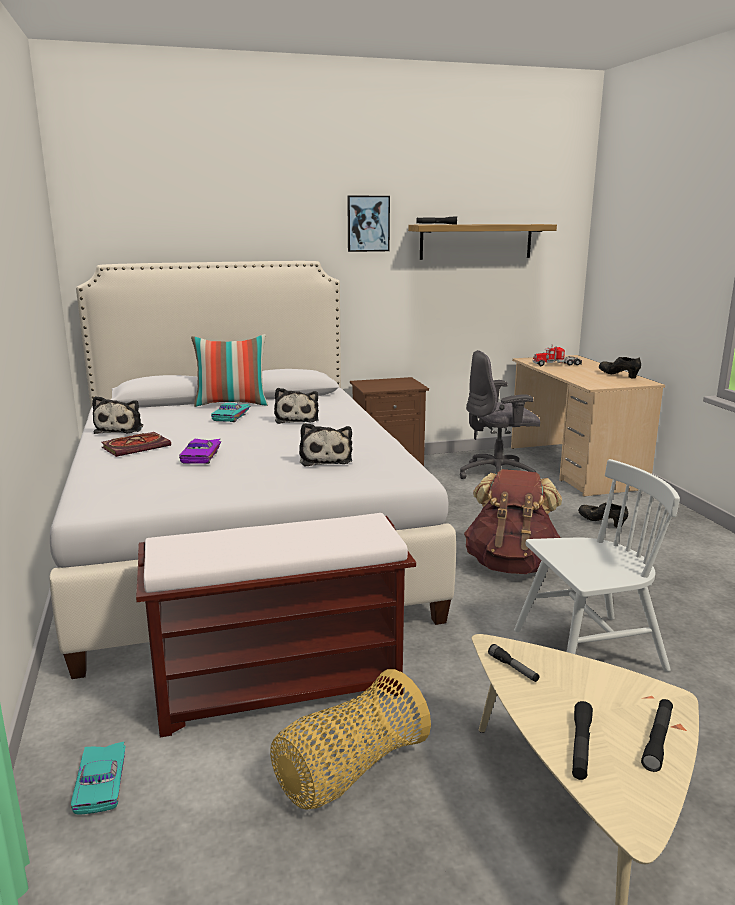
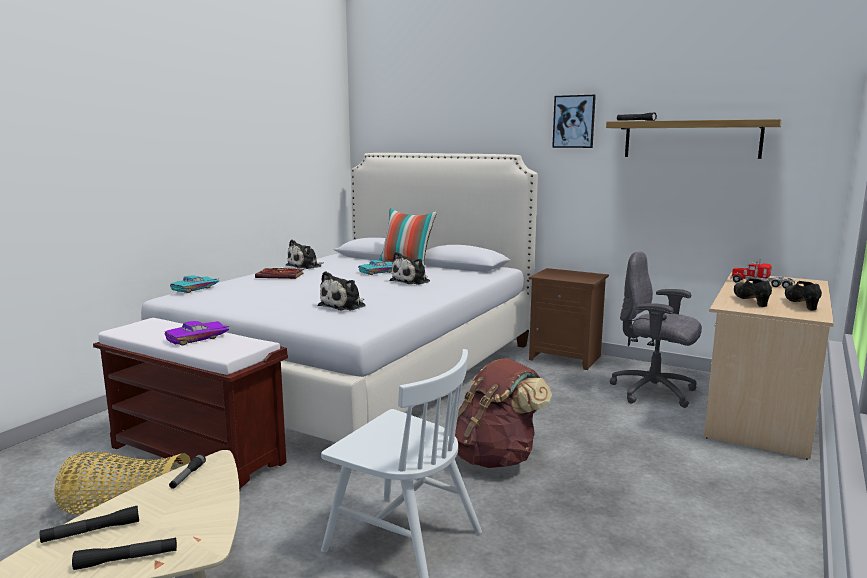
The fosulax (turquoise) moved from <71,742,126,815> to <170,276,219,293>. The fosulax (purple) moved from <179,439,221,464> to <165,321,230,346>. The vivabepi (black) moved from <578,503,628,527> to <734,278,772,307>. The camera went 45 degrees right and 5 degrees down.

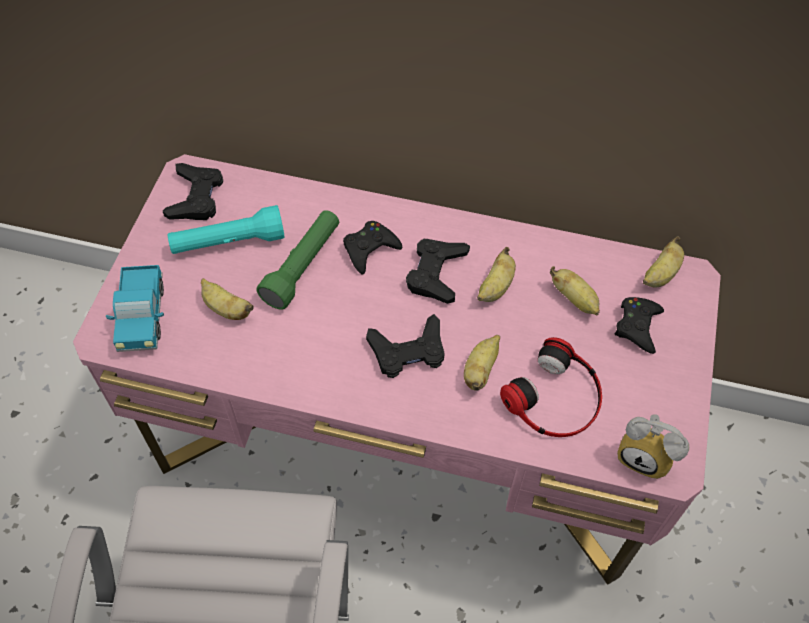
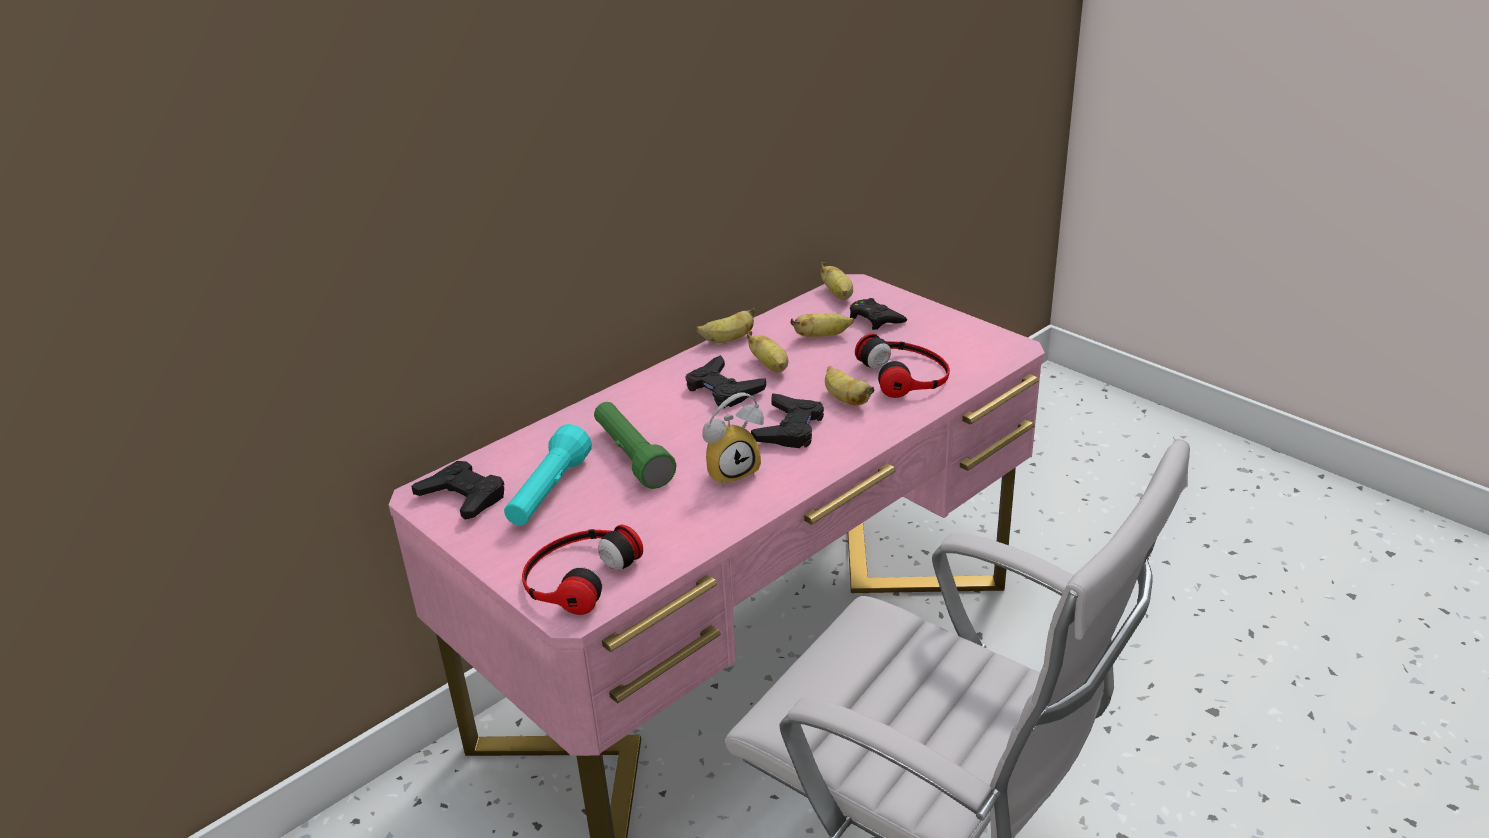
The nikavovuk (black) at <343,221,402,275> disappeared. The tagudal moved from <201,278,254,320> to <696,308,755,343>. The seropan moved from <617,414,689,479> to <702,393,764,487>. The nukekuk at <106,265,164,352> was replaced by the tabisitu at <522,525,643,615>. The camera went 55 degrees left and 25 degrees down.

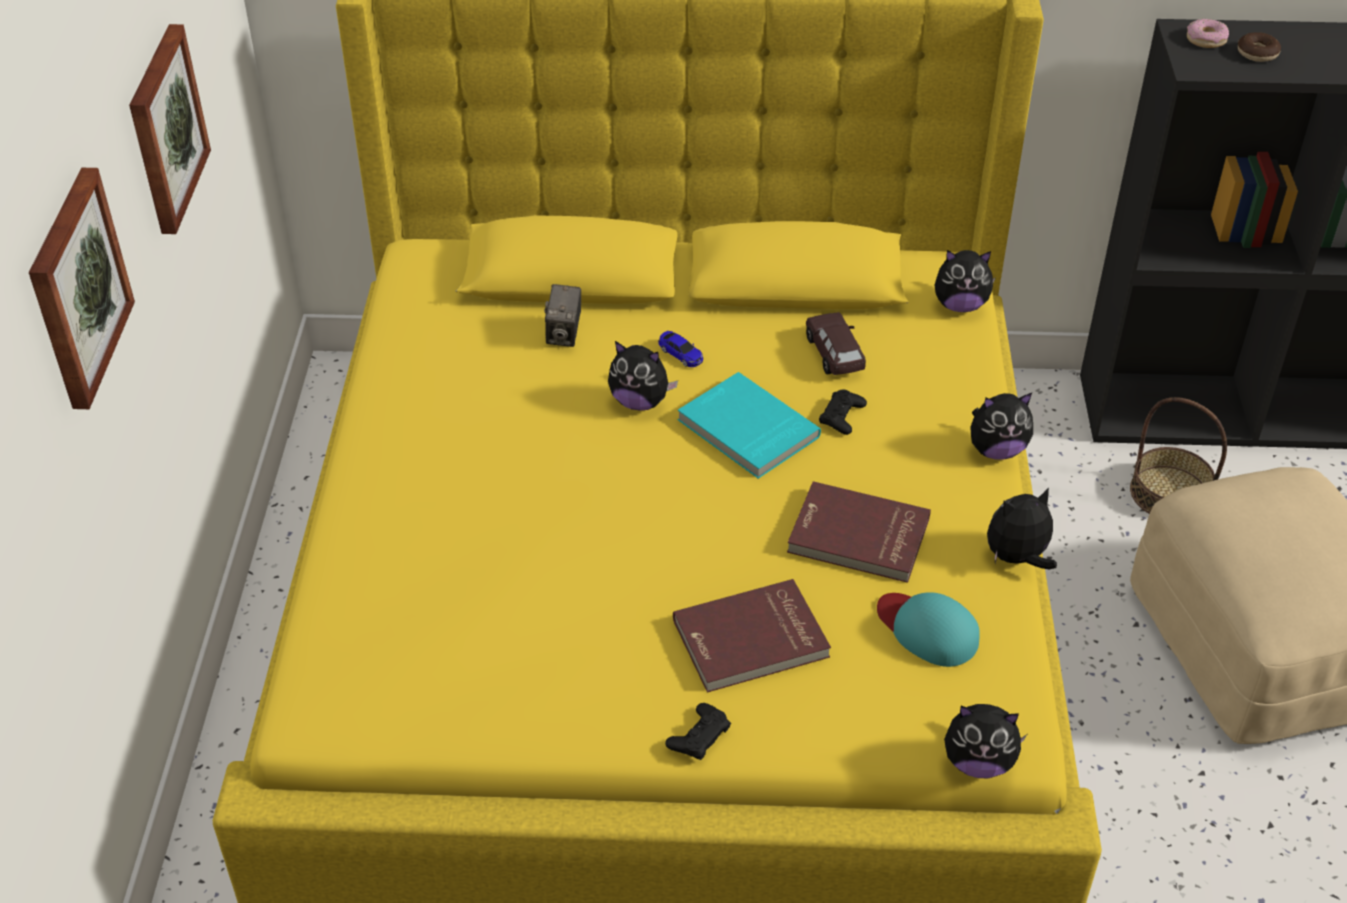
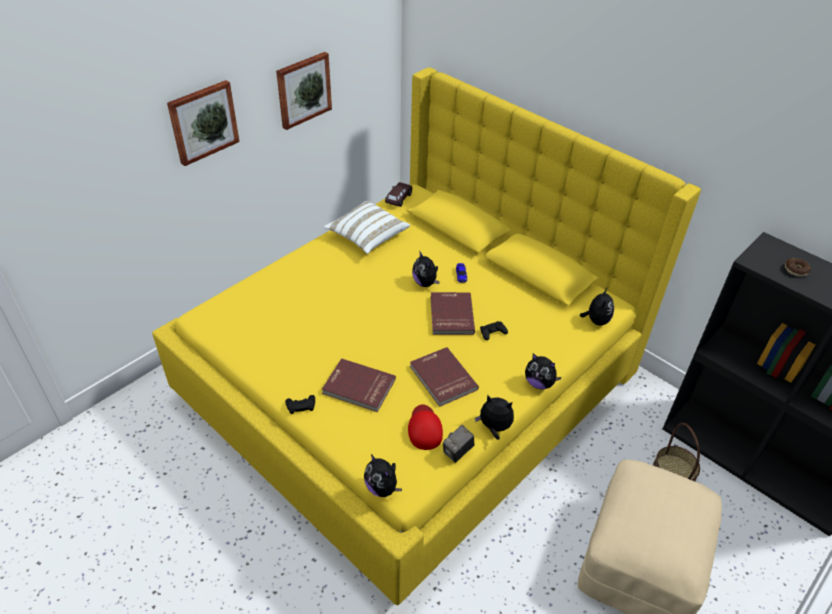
The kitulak at <1187,19,1229,48> disappeared. The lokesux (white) at <324,201,410,254> appeared. The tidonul moved from <544,284,581,347> to <443,425,474,463>. The fosulax (brown) moved from <806,312,866,375> to <385,182,413,207>. The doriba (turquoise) at <678,372,821,479> became the doriba (red) at <431,292,475,335>. The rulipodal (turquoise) at <877,592,980,667> became the rulipodal (red) at <408,404,443,450>. The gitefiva at <935,250,996,312> turned 120 degrees counterclockwise. The camera went 40 degrees right and 0 degrees up.

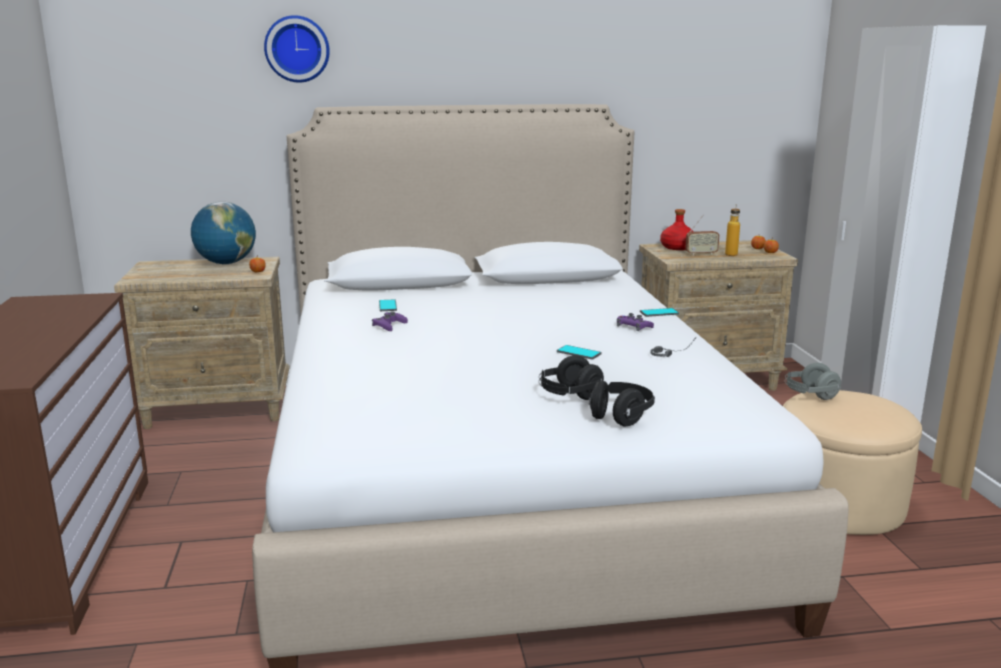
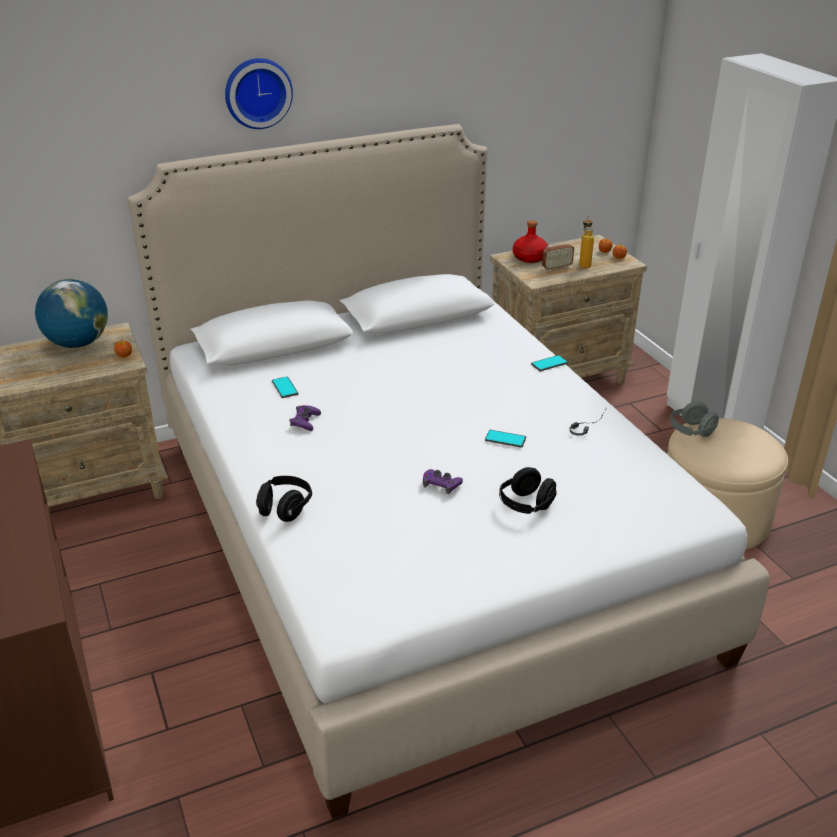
The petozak moved from <264,15,330,83> to <225,58,293,129>. The tabisitu (black) moved from <589,381,655,427> to <256,476,312,522>. The nikavovuk (purple) moved from <617,313,654,331> to <423,469,463,494>. The camera went 15 degrees left and 15 degrees up.

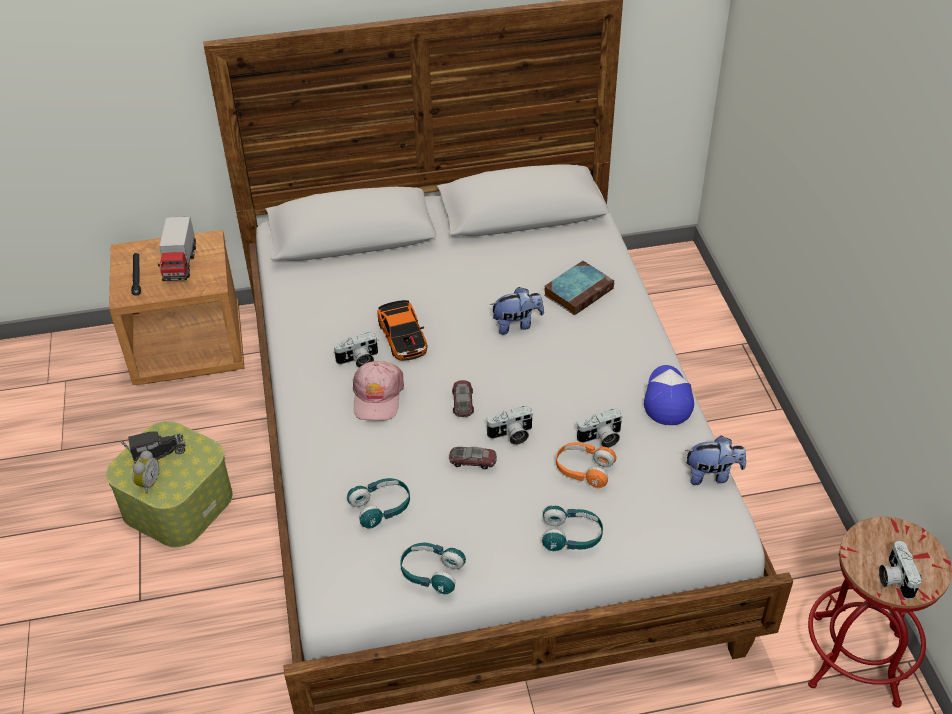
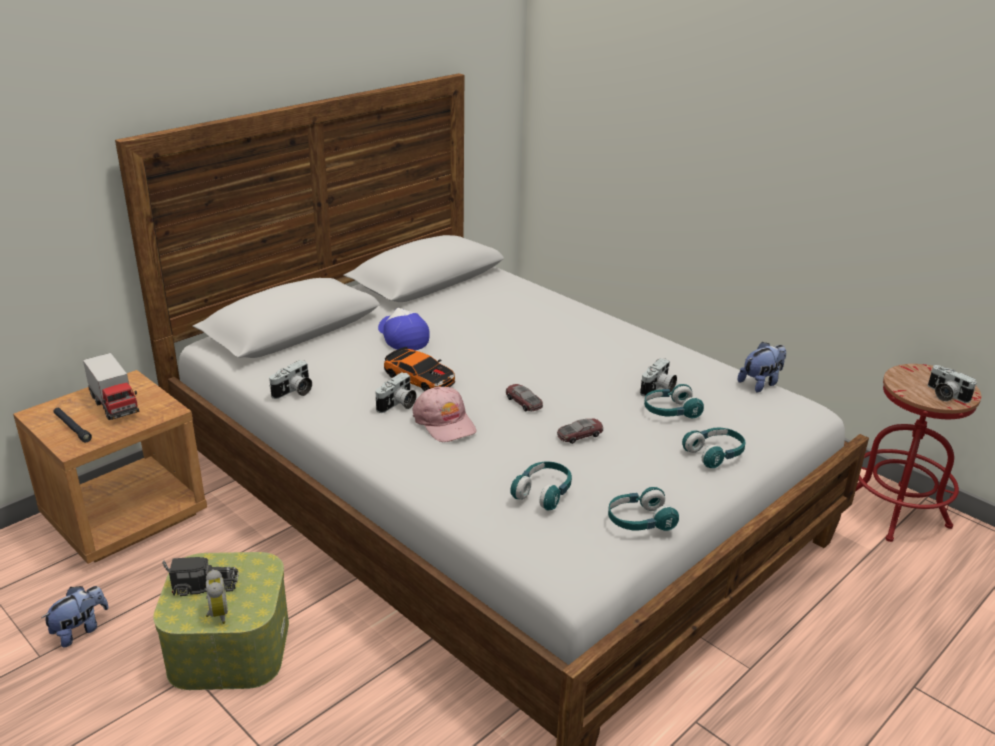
The doriba at <544,261,614,316> disappeared. The tidonul moved from <486,406,534,445> to <269,360,312,399>. The gitefiva moved from <490,287,544,335> to <41,586,109,647>. The rulipodal moved from <644,365,694,425> to <378,308,430,351>. The tabisitu (orange) at <556,442,617,488> became the tabisitu (turquoise) at <644,384,704,418>. The nukekuk at <121,431,186,463> turned 45 degrees clockwise. The camera went 35 degrees left and 15 degrees down.

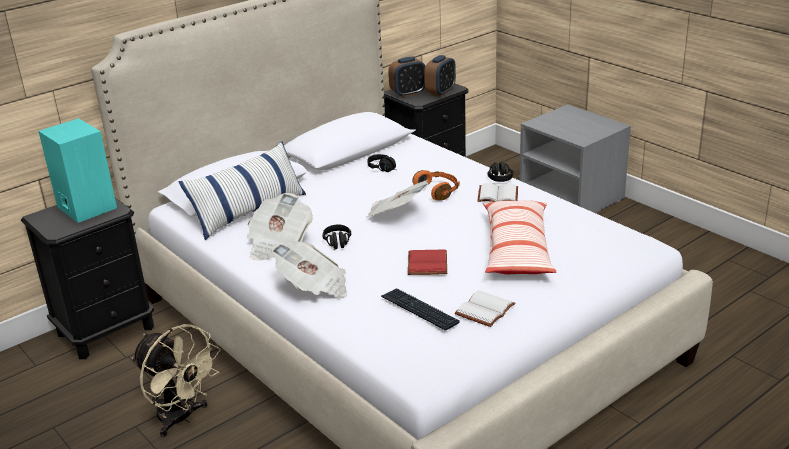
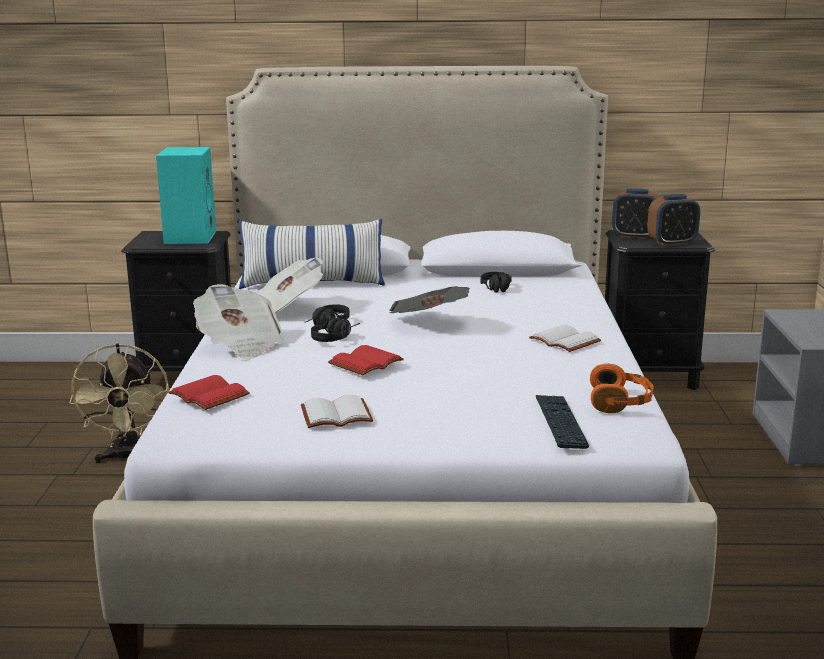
The lokesux at <483,200,556,274> disappeared. The doriba (red) at <168,375,250,410> appeared. The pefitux moved from <381,288,460,331> to <536,395,589,449>. The tabisitu (orange) moved from <413,170,460,201> to <590,364,653,413>. The tabisitu (black) moved from <488,161,513,182> to <311,318,360,342>. The camera went 40 degrees right and 10 degrees down.

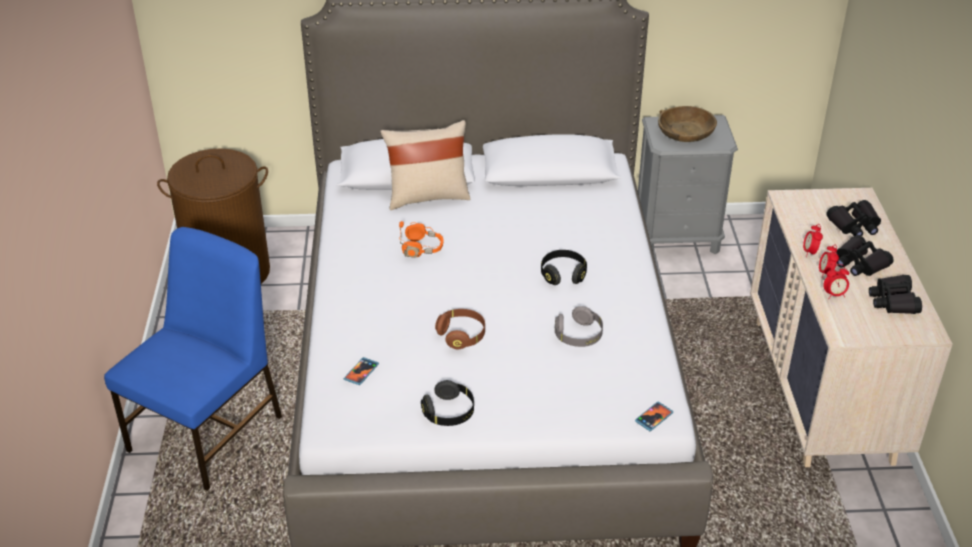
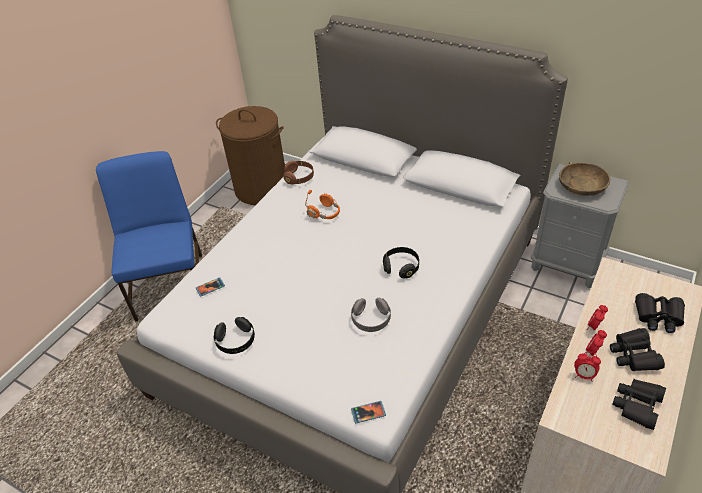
The lokesux (beige) at <380,120,470,210> disappeared. The tabisitu (brown) moved from <435,309,485,349> to <283,161,314,184>. The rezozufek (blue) at <104,227,282,491> turned 75 degrees counterclockwise. The camera went 35 degrees right and 5 degrees up.

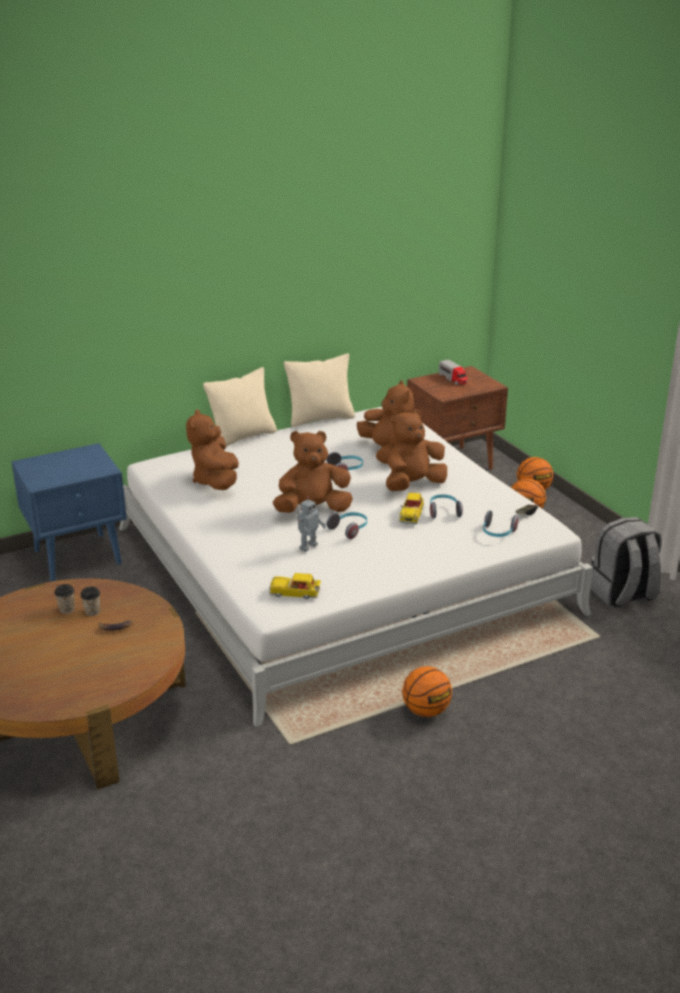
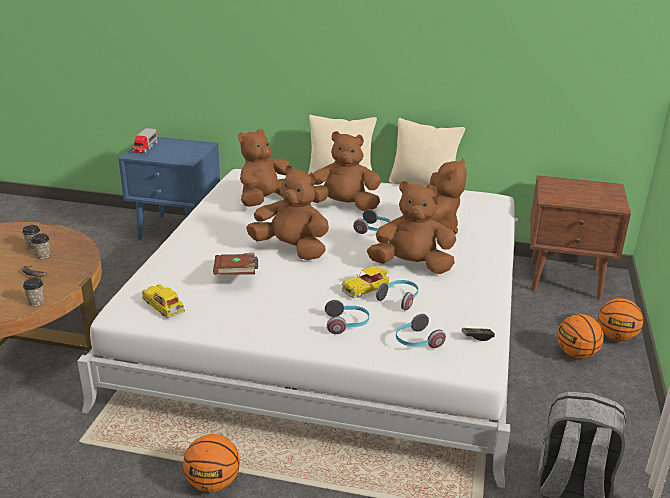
The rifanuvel at <23,277,44,306> appeared. The gitefiva (brown) at <312,131,381,211> appeared. The tabisitu moved from <327,512,367,539> to <325,300,369,334>. The nukekuk moved from <439,360,468,385> to <132,128,157,153>. The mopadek at <297,496,326,552> was replaced by the doriba (brown) at <213,253,258,275>. The camera went 40 degrees right and 0 degrees up.

